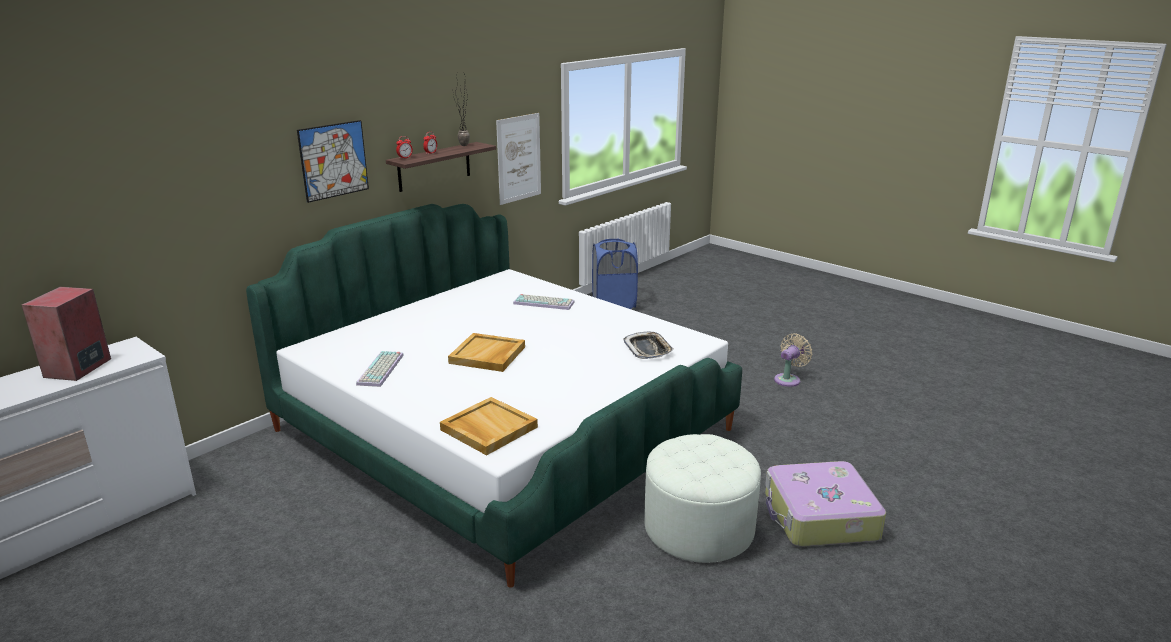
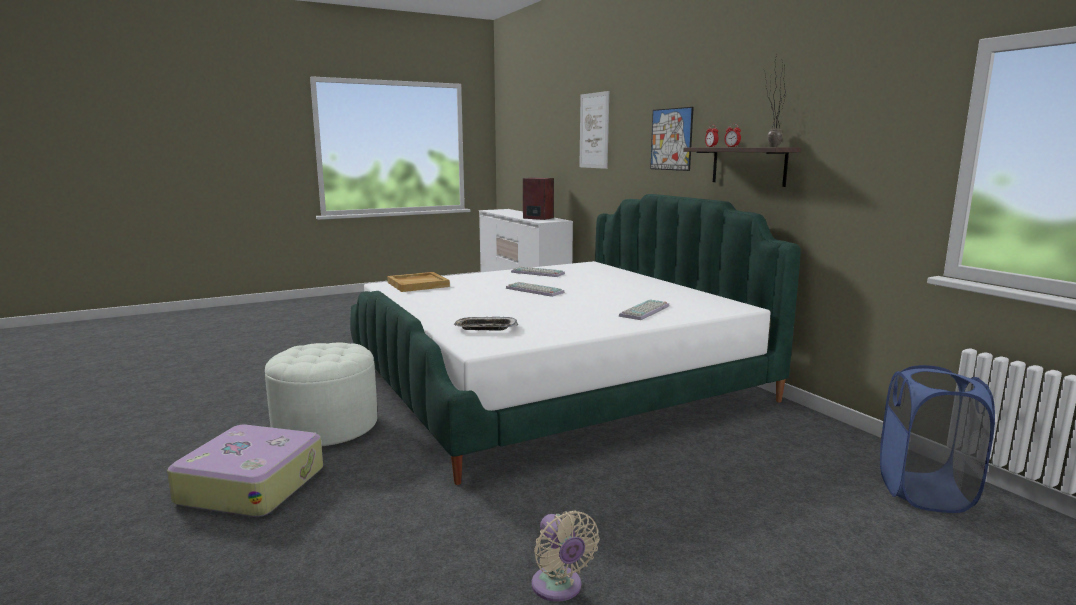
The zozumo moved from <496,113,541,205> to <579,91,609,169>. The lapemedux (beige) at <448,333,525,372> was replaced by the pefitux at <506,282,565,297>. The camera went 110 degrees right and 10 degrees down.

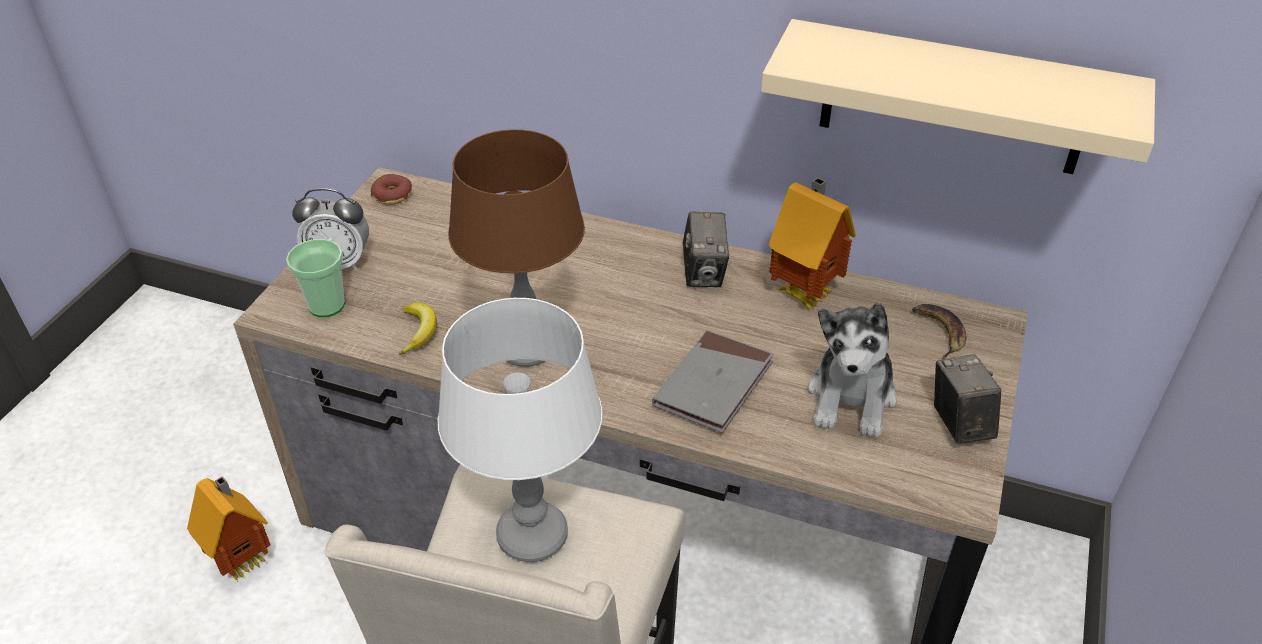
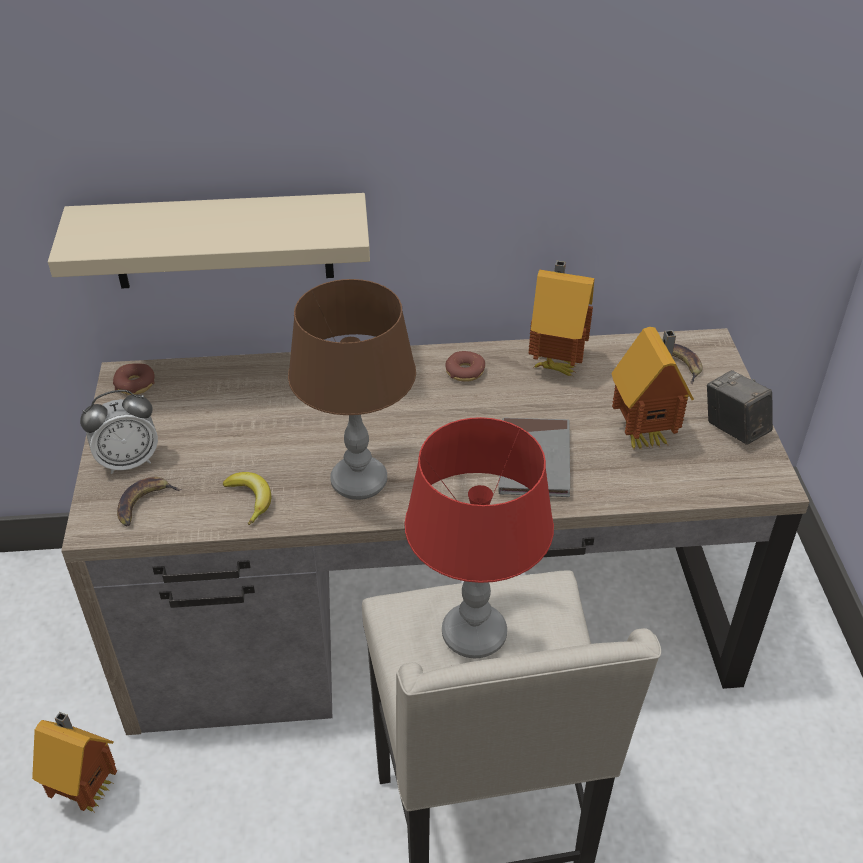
The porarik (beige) moved from <761,19,1155,174> to <48,193,370,288>. The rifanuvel at <286,239,345,317> was replaced by the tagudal at <117,477,182,526>. The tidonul at <683,212,729,287> was replaced by the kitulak at <445,351,485,382>. The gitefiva at <808,303,897,438> was replaced by the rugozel at <612,327,694,450>. The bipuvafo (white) at <438,298,603,562> became the bipuvafo (red) at <404,417,554,658>. The camera went 25 degrees left and 0 degrees up.

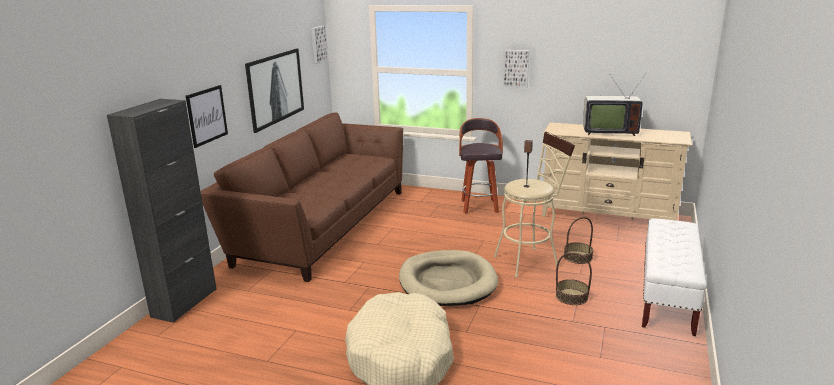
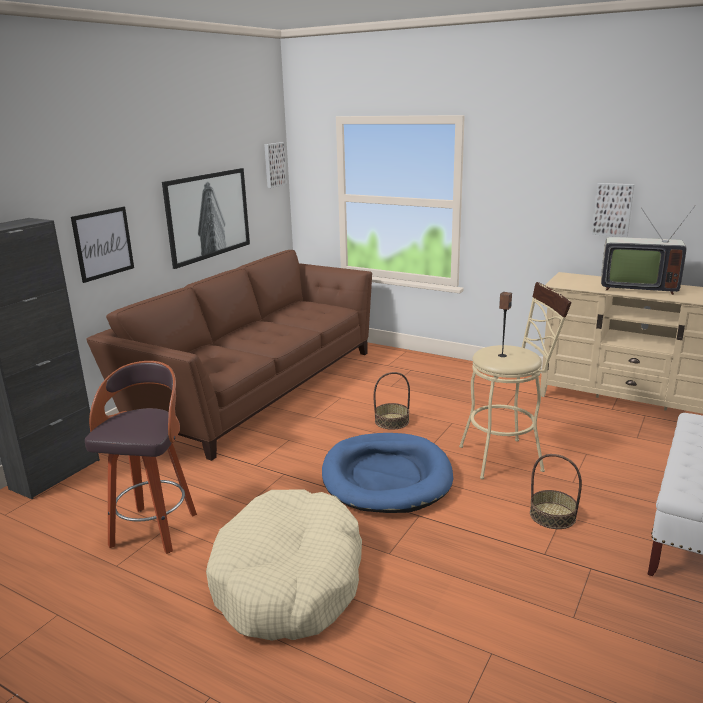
The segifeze moved from <459,118,503,214> to <85,361,197,554>. The zozumo moved from <504,50,529,88> to <592,183,635,237>. The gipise moved from <564,217,593,264> to <374,372,410,430>. The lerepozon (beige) at <399,250,498,306> became the lerepozon (blue) at <322,433,453,513>. The camera went 10 degrees right and 0 degrees up.

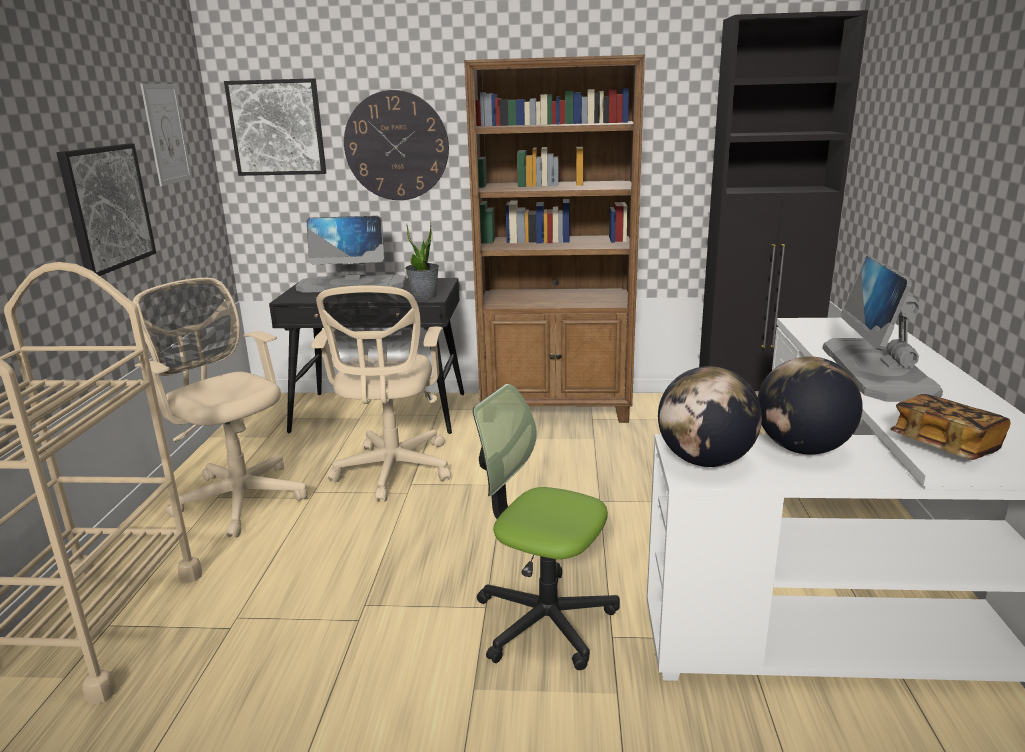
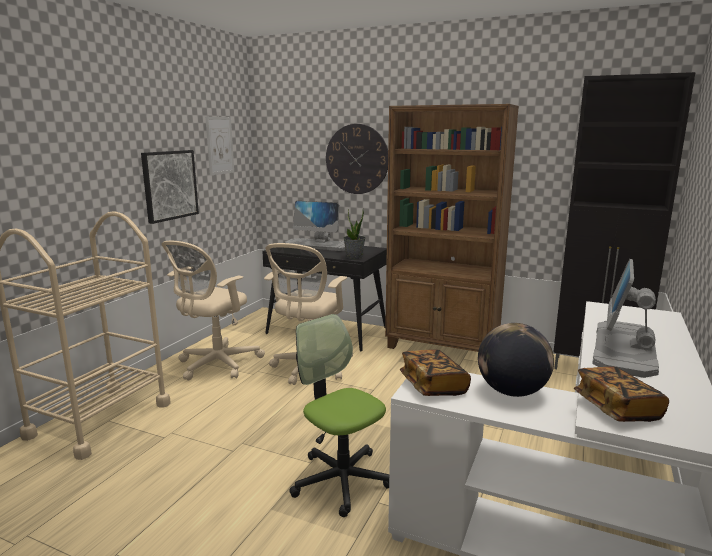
The zozumo at <224,78,326,176> disappeared. The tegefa at <658,366,762,467> was replaced by the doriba at <400,349,471,396>. The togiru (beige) at <133,278,308,538> turned 120 degrees counterclockwise. The camera went 20 degrees right and 5 degrees down.

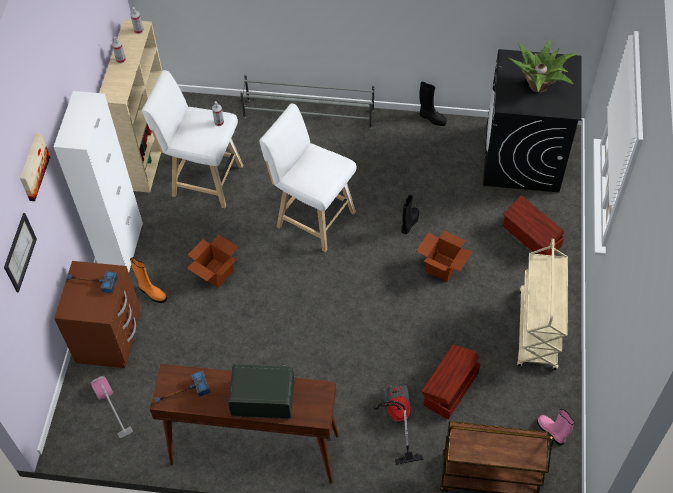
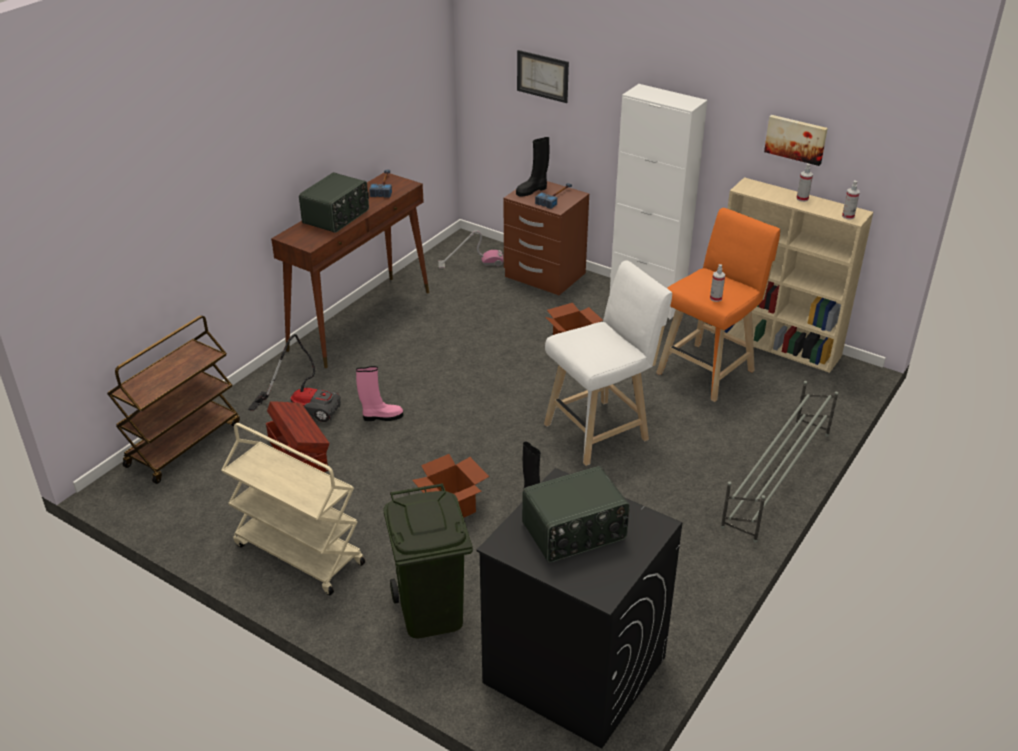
The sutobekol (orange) at <130,257,167,303> disappeared. The zozumo moved from <20,133,50,201> to <764,115,828,166>. The sutobekol (black) moved from <419,82,447,126> to <516,137,549,196>. The sutobekol (pink) moved from <537,409,574,445> to <356,366,403,421>. The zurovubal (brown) at <503,195,564,255> was replaced by the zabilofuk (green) at <383,484,473,638>. The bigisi at <509,39,578,93> was replaced by the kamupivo at <522,466,630,563>. The segifeze (white) at <142,70,243,208> became the segifeze (orange) at <656,208,780,402>. The camera went 115 degrees right and 20 degrees down.

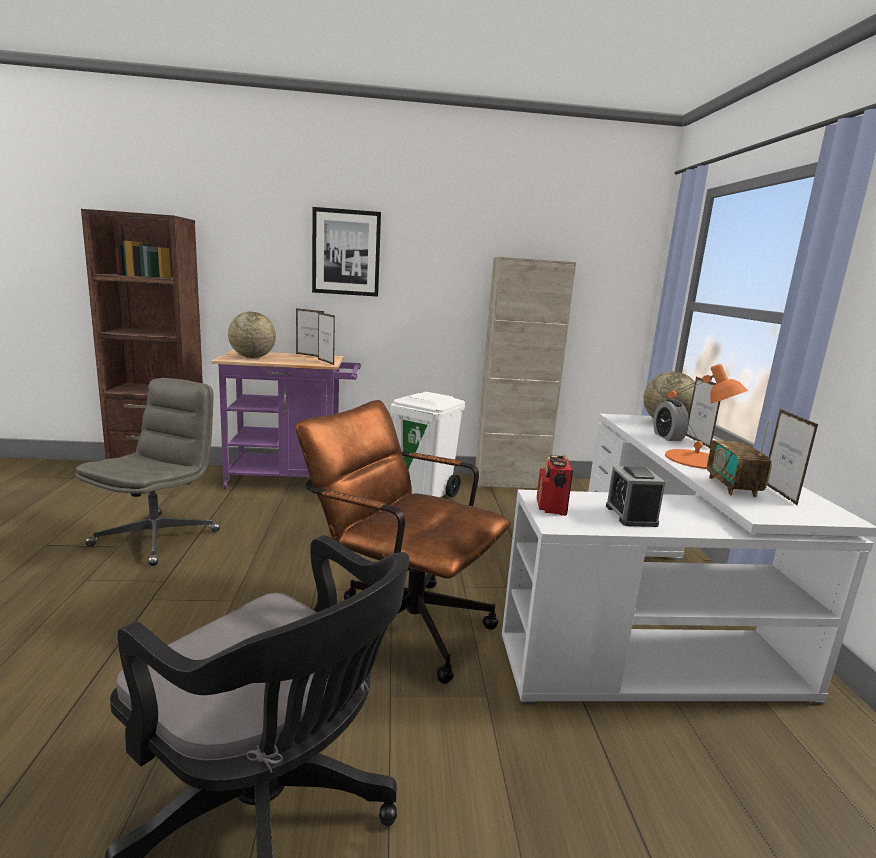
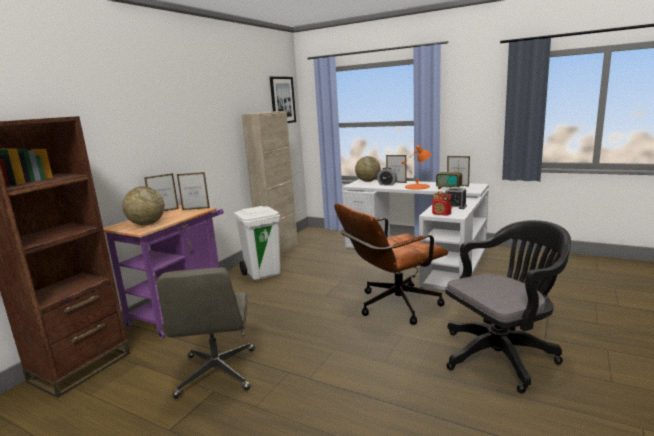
The zozumo moved from <312,207,381,297> to <270,77,296,123>. The togiru (grey) at <75,378,220,566> turned 150 degrees counterclockwise. The camera went 55 degrees left and 0 degrees up.

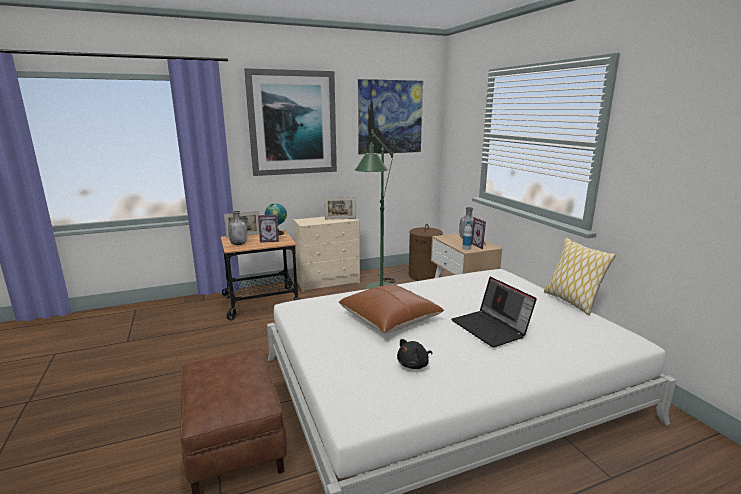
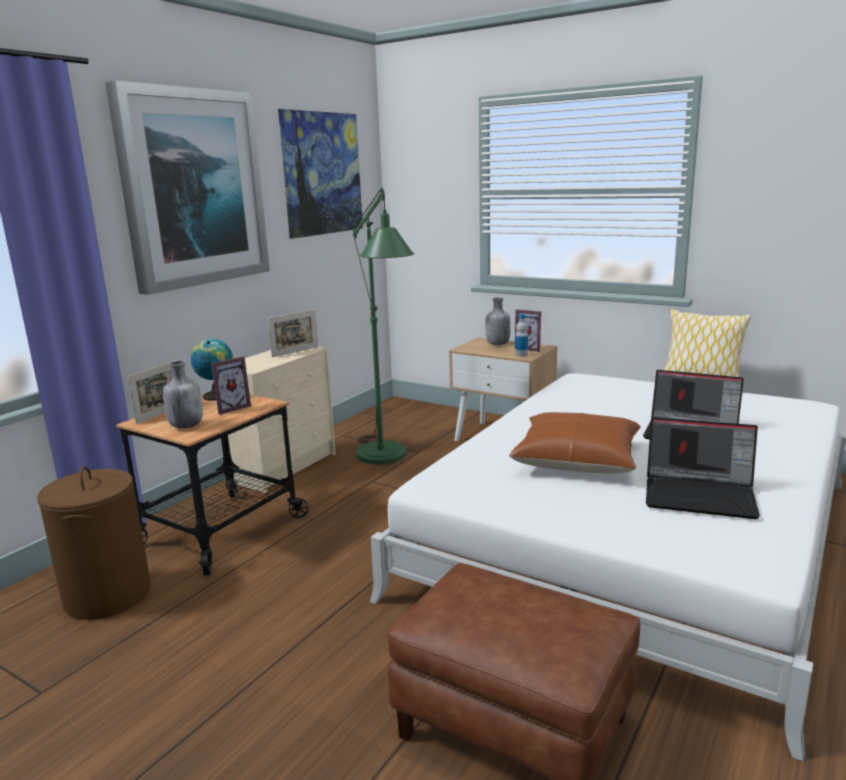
The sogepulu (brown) moved from <409,224,443,281> to <37,466,151,620>. The gitefiva (black) at <397,339,432,369> was replaced by the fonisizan at <646,417,760,519>. The camera went 35 degrees left and 0 degrees up.

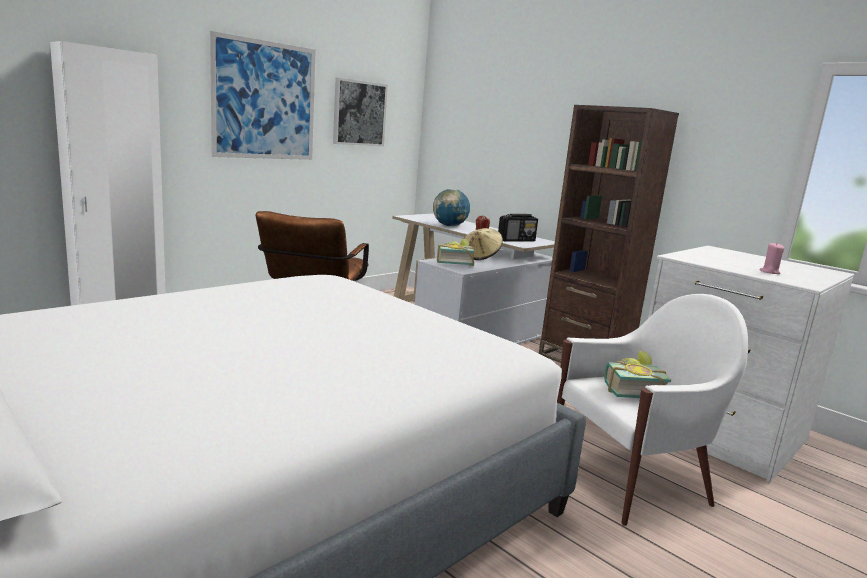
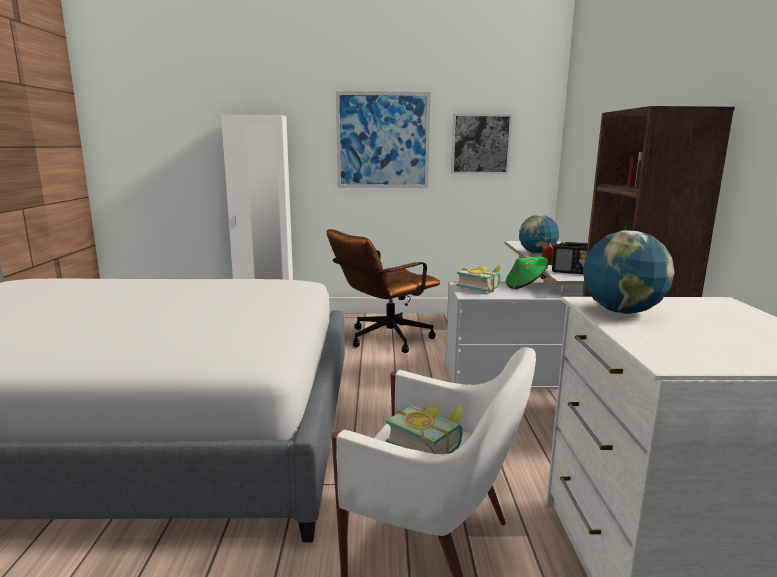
The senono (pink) at <759,243,784,274> disappeared. The tegefa at <583,230,674,314> appeared. The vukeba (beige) at <463,228,503,260> became the vukeba (green) at <506,256,548,289>. The camera went 45 degrees right and 0 degrees up.

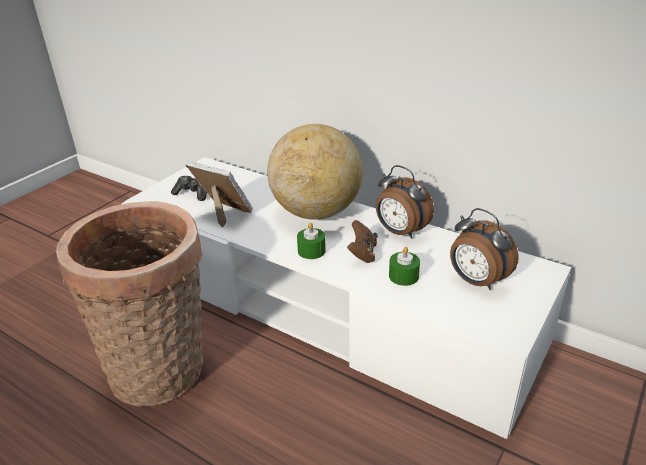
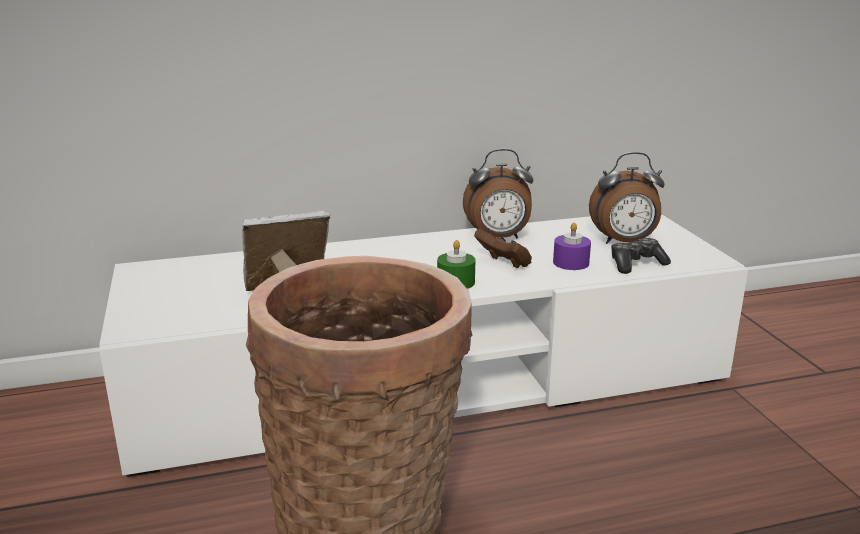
The tegefa at <267,124,363,220> disappeared. The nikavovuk moved from <171,176,207,201> to <611,238,671,274>. The senono (green) at <389,247,420,286> became the senono (purple) at <553,223,591,270>. The camera went 50 degrees left and 10 degrees down.

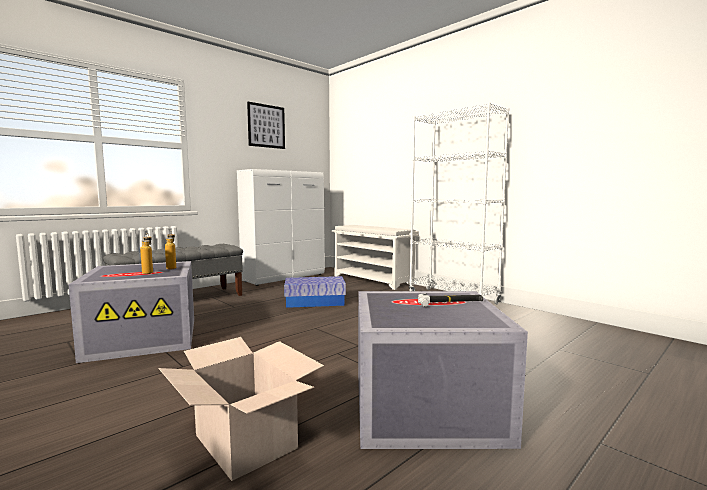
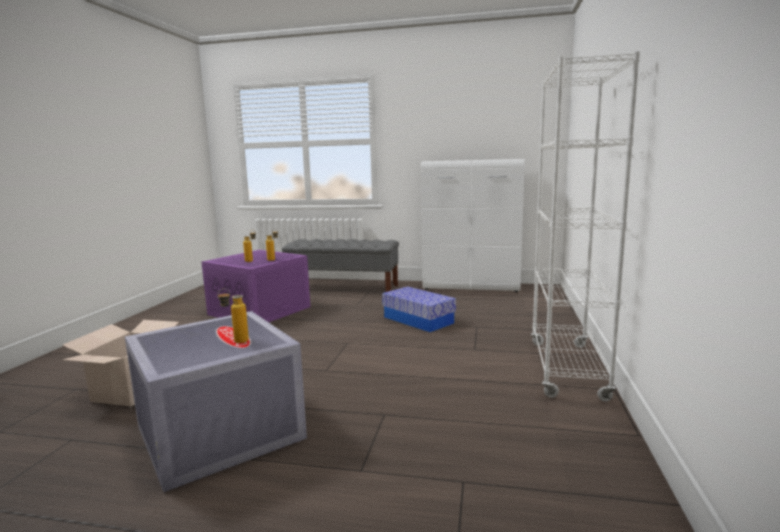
The zozumo at <247,102,285,149> disappeared. The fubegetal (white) at <332,225,419,290> disappeared. The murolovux at <418,293,483,307> was replaced by the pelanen at <218,288,249,343>. The zurovubal (grey) at <69,261,194,363> became the zurovubal (purple) at <201,250,310,322>. The camera went 55 degrees right and 5 degrees up.

